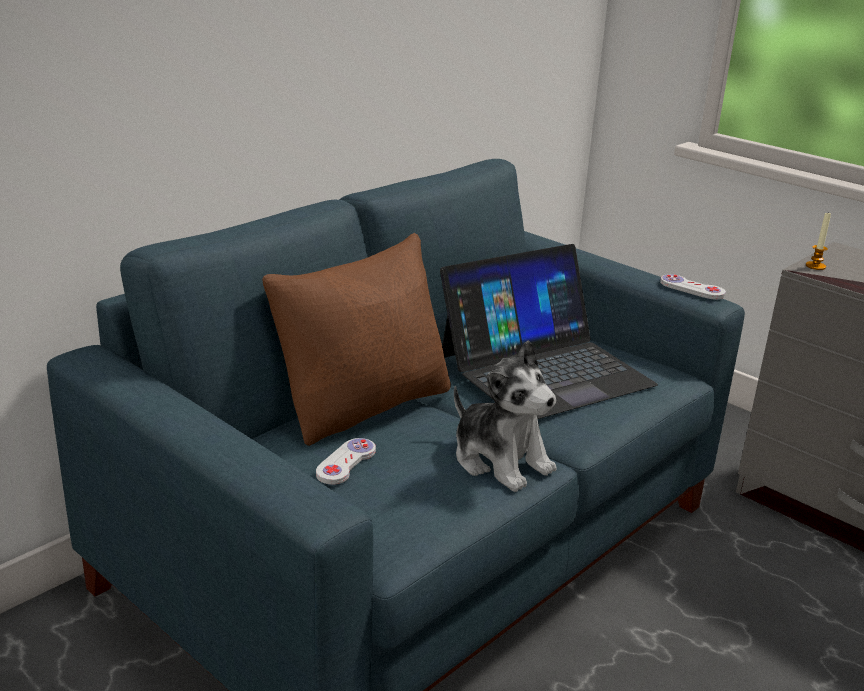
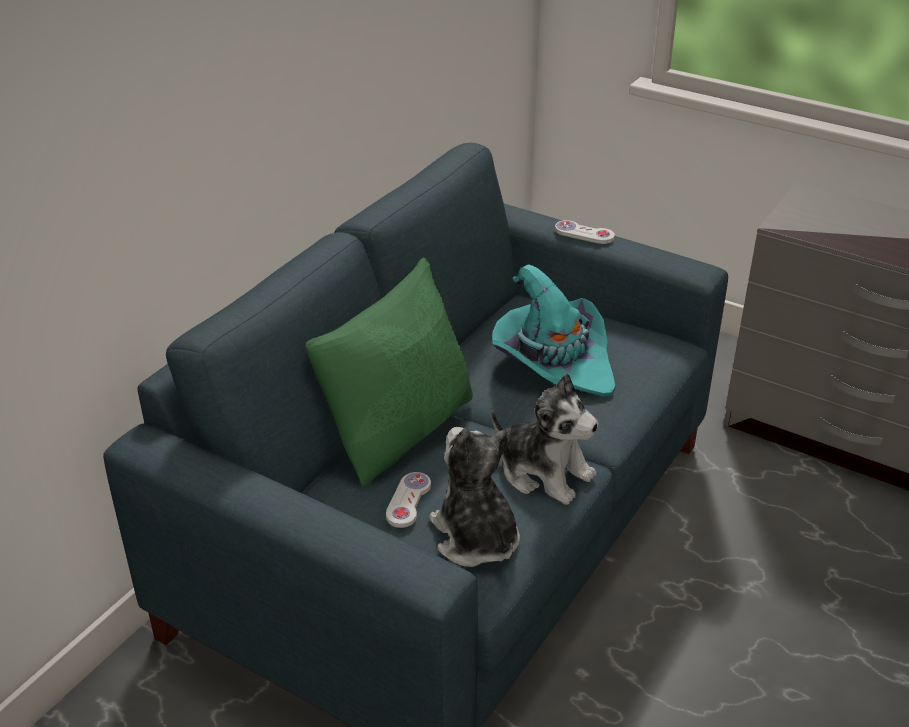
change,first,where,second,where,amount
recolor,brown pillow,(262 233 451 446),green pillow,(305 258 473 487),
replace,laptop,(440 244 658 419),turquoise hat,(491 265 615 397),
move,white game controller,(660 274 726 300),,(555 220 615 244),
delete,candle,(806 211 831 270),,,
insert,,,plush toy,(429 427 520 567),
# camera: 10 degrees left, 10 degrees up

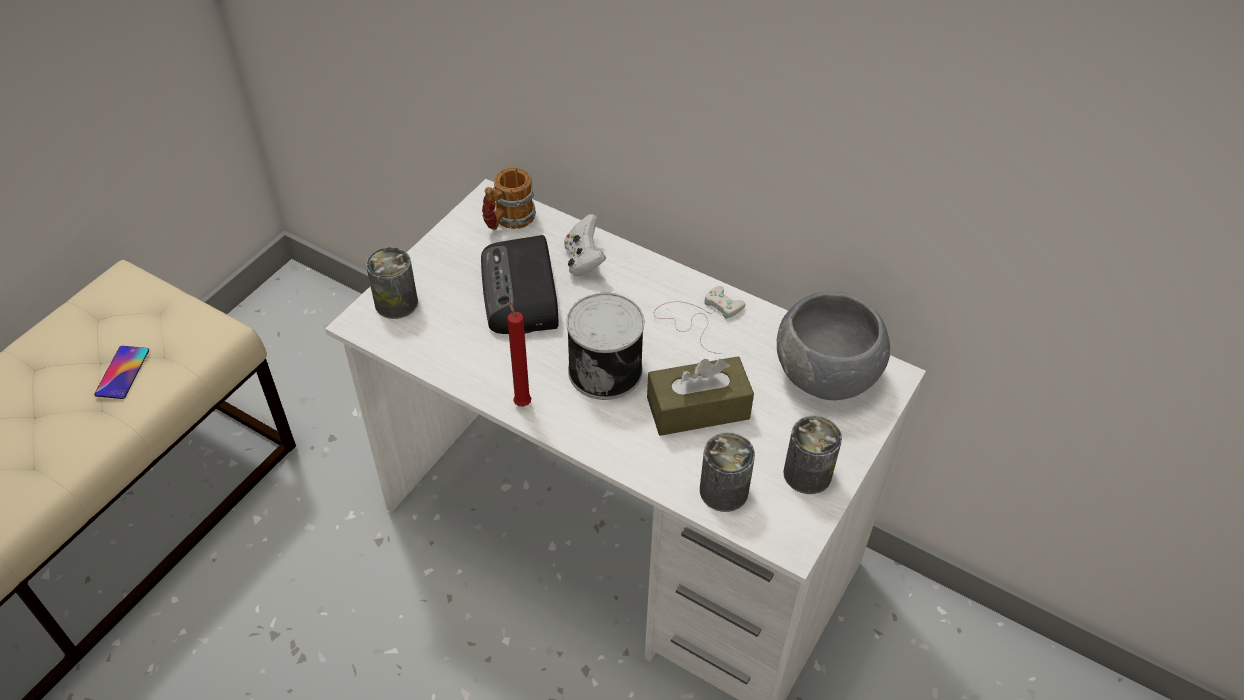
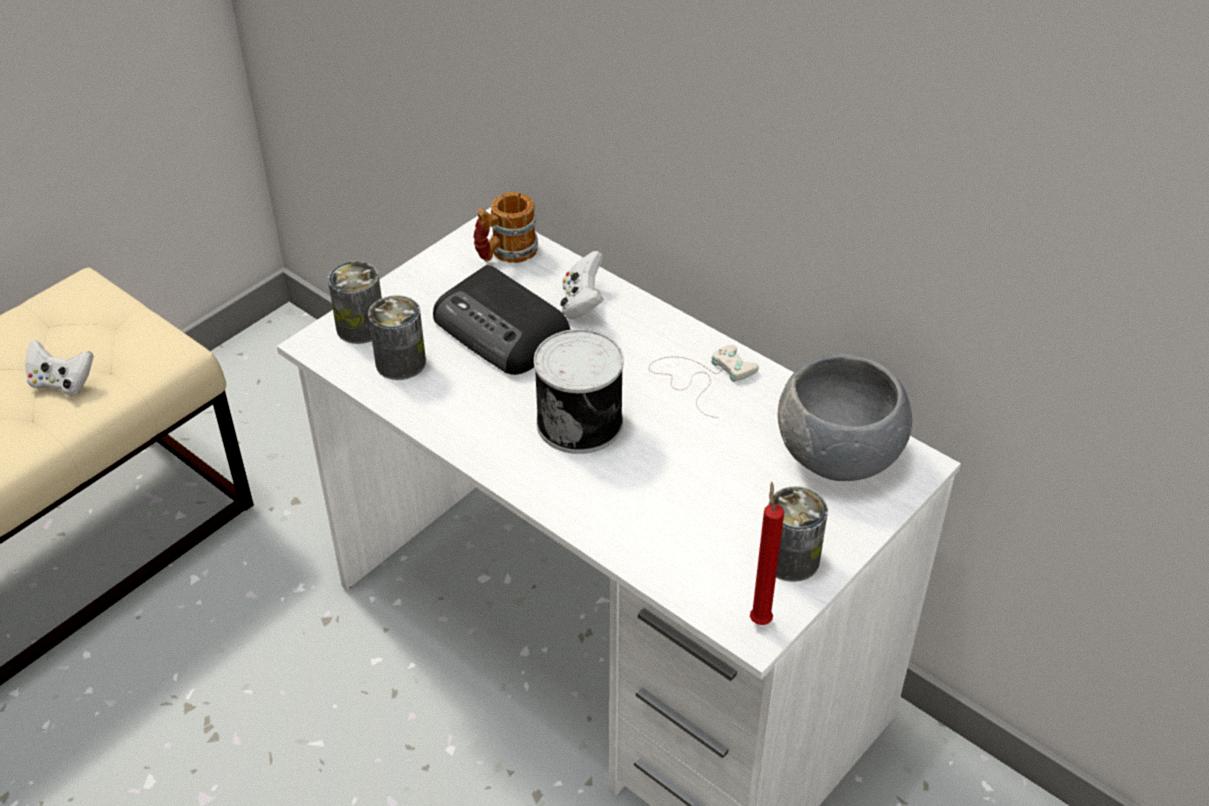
change,first,where,second,where,amount
replace,phone,(94 346 149 399),white game controller,(25 340 94 396),
rotate,radio,(481 235 559 334),,(433 265 570 375),45 degrees counterclockwise
move,red candle,(507 295 531 407),,(750 482 784 625),
delete,brown tissue box,(647 356 754 436),,,
move,can,(700 433 755 512),,(368 295 426 380),
# camera: 10 degrees right, 5 degrees down

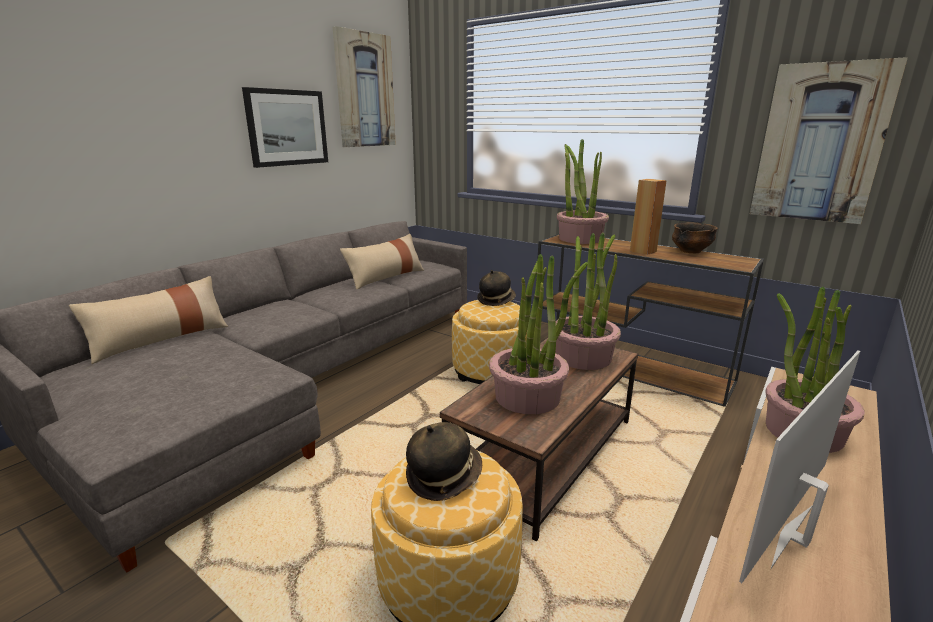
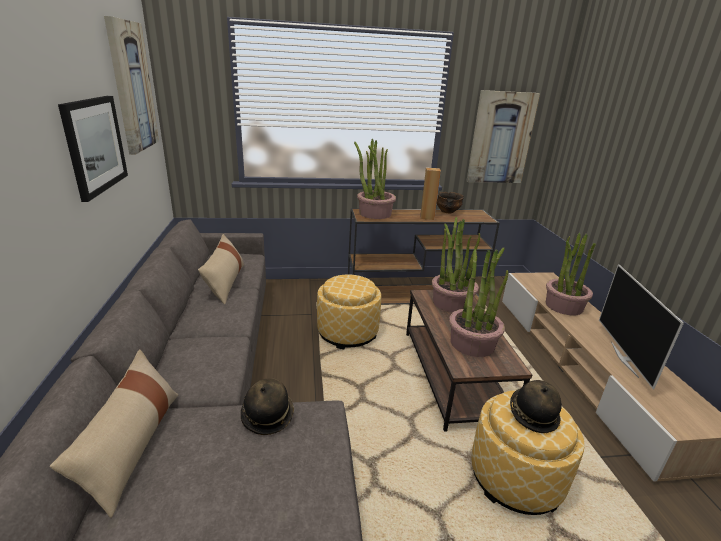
change,first,where,second,where,amount
move,hat,(477 270 516 306),,(241 378 294 435),
# camera: 45 degrees left, 5 degrees up

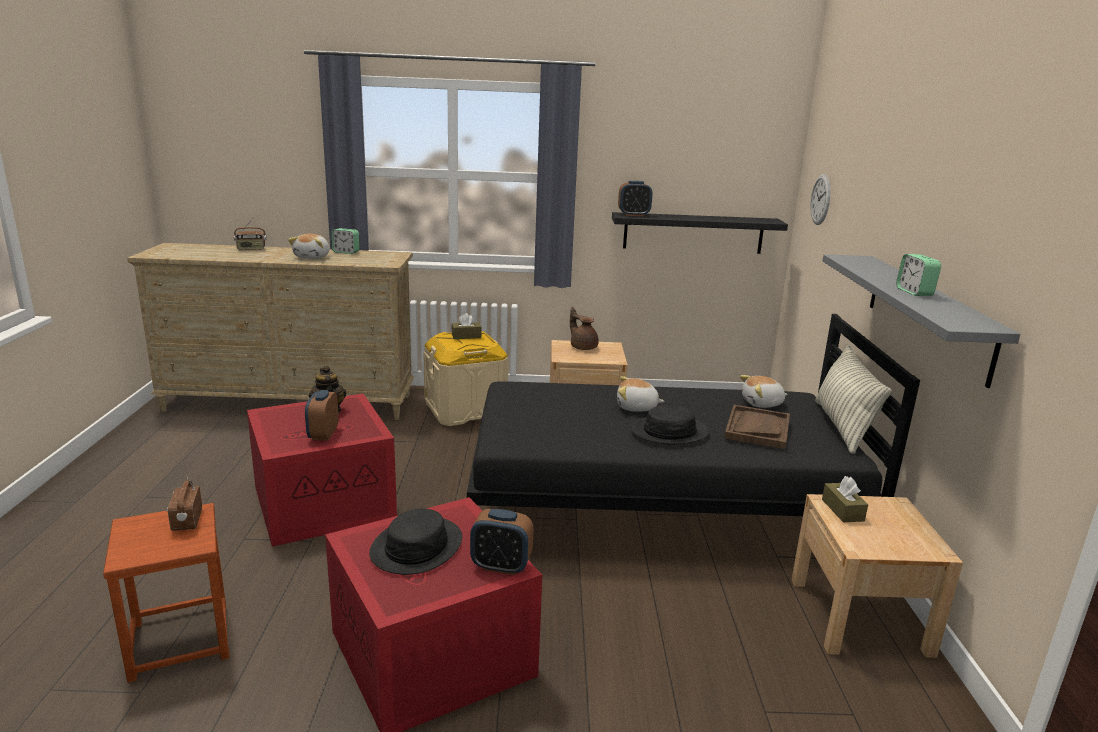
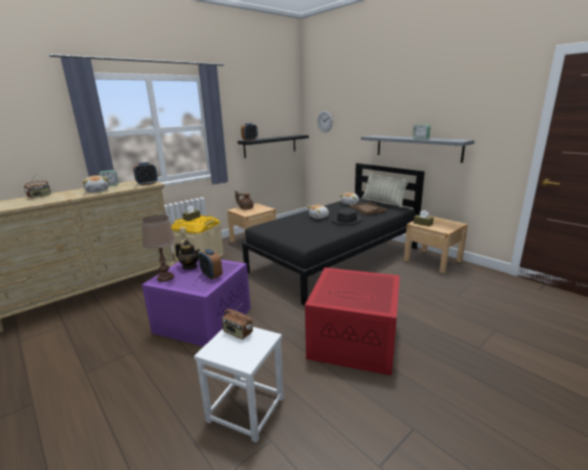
change,first,where,second,where,amount
recolor,brown stool,(103 503 229 683),white stool,(194 327 284 442),
recolor,red storage box,(247 394 397 547),purple storage box,(142 259 251 347),
delete,black hat,(369 508 462 575),,,
move,alarm clock,(470 509 534 575),,(133 162 158 185),
insert,,,brown table lamp,(142 215 176 282),
# camera: 40 degrees left, 0 degrees up

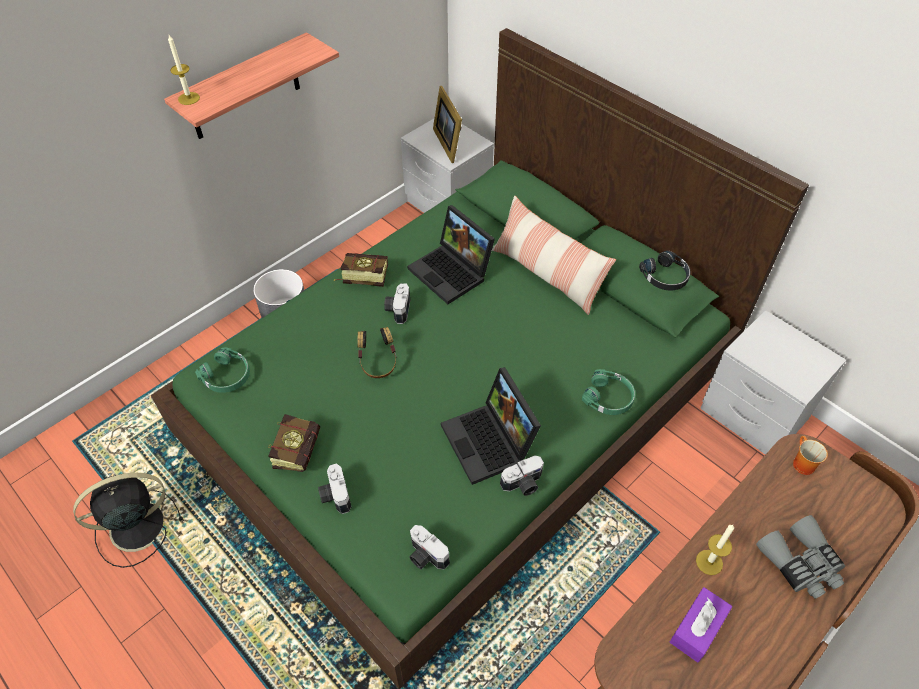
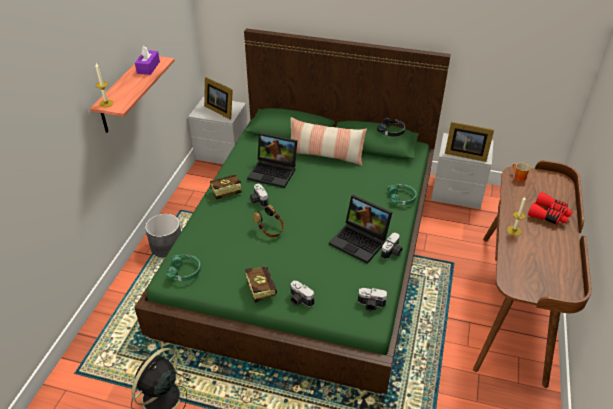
change,first,where,second,where,amount
move,purple tissue box,(670 587 732 663),,(135 46 160 75),
recolor,grey binoculars,(756 515 845 599),red binoculars,(528 192 573 225),
insert,,,picture frame,(445 122 494 162),
# camera: 30 degrees left, 10 degrees down

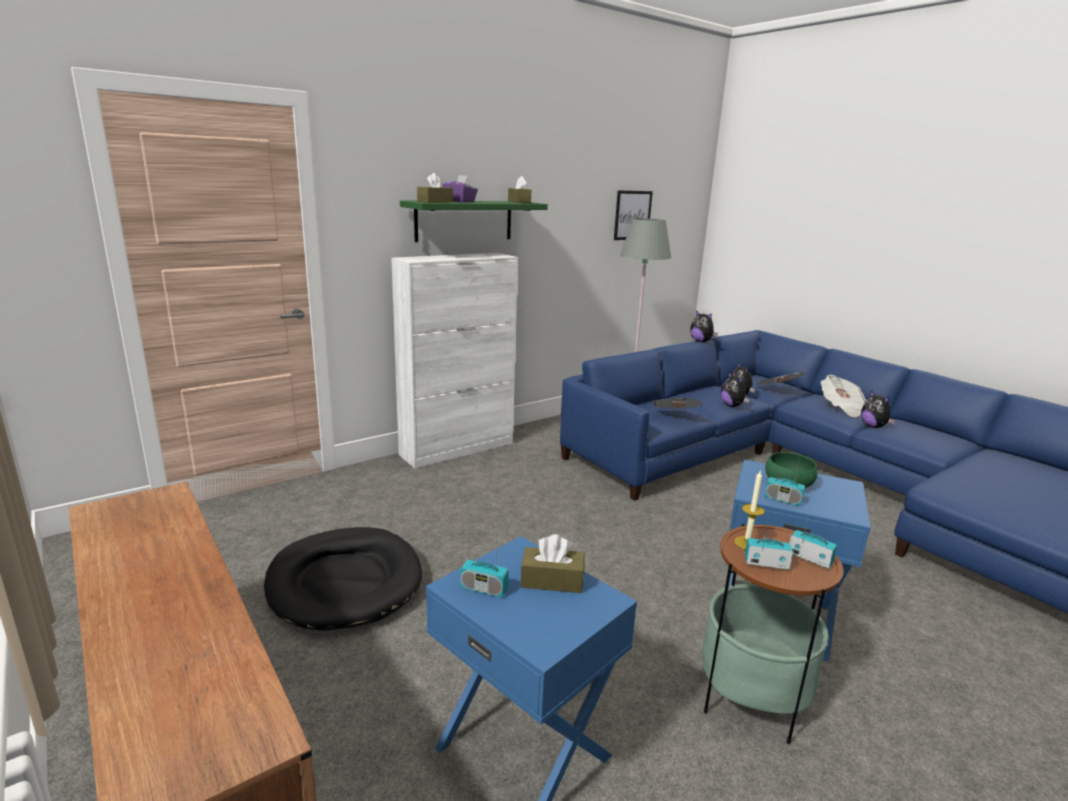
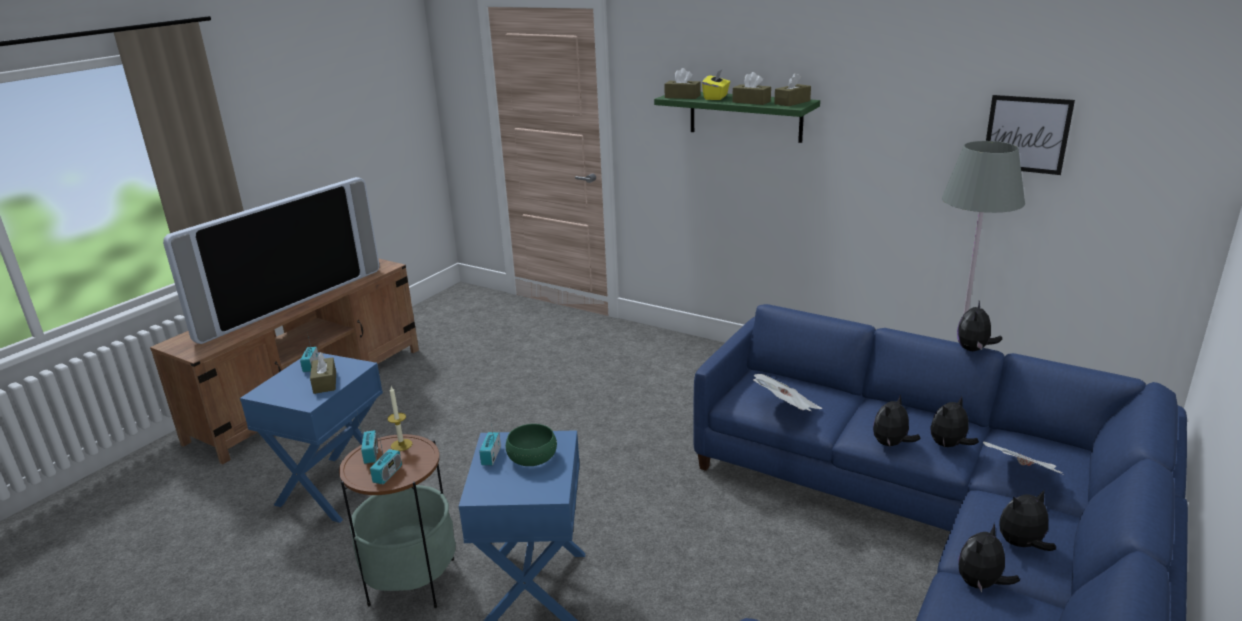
change,first,where,second,where,amount
delete,black dog bed,(264 527 422 631),,,
delete,white cabinet,(391 253 518 468),,,
recolor,purple tissue box,(442 175 478 202),yellow tissue box,(702 70 730 100),
replace,newspaper,(821 375 866 417),plush toy,(1000 490 1056 551),
insert,,,television,(163 177 380 344),
insert,,,brown tissue box,(732 72 771 105),
# camera: 70 degrees right, 5 degrees up

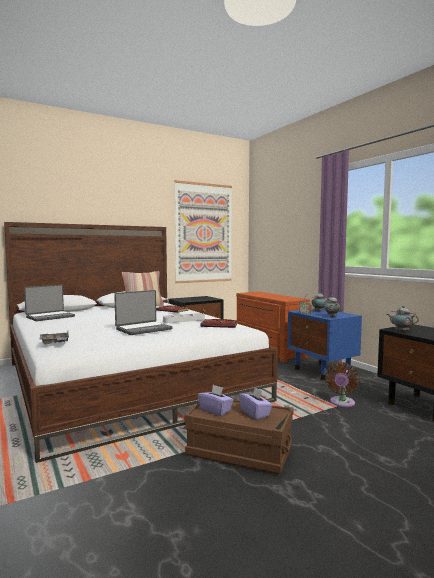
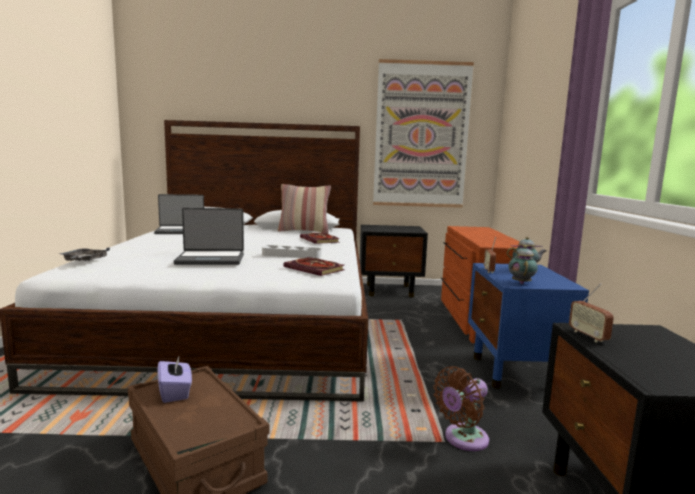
change,first,where,second,where,amount
delete,purple tissue box,(239 387 273 420),,,
replace,teapot,(387 306 419 332),radio,(569 283 614 342),
# camera: 30 degrees right, 5 degrees up

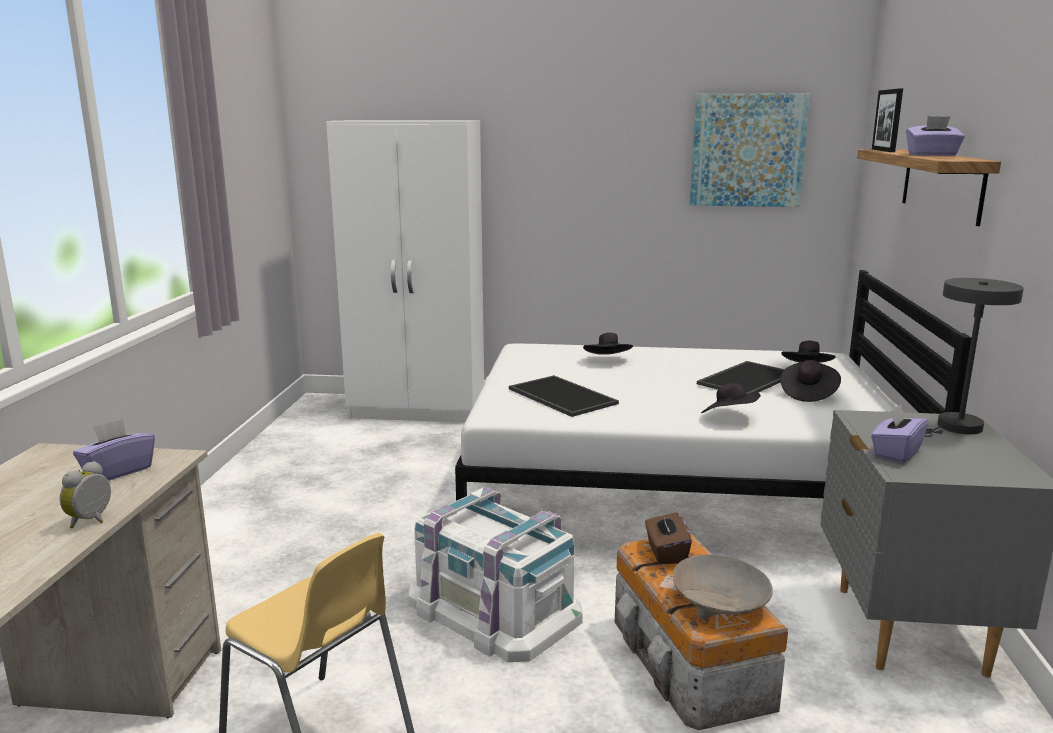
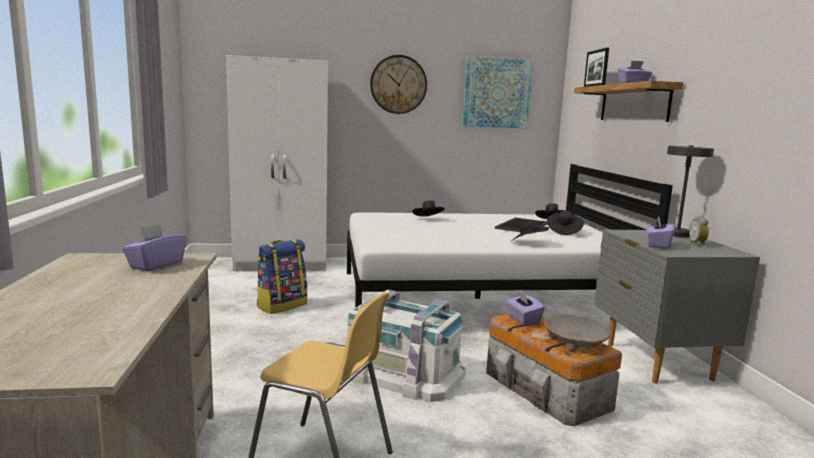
change,first,where,second,where,amount
move,alarm clock,(60 461 111 528),,(689 216 709 247),
delete,tray,(509 375 619 417),,,
recolor,brown tissue box,(645 510 692 564),purple tissue box,(506 291 545 326),
insert,,,backpack,(257 239 307 314),
insert,,,wall clock,(370 55 427 114),
# camera: 15 degrees left, 5 degrees down

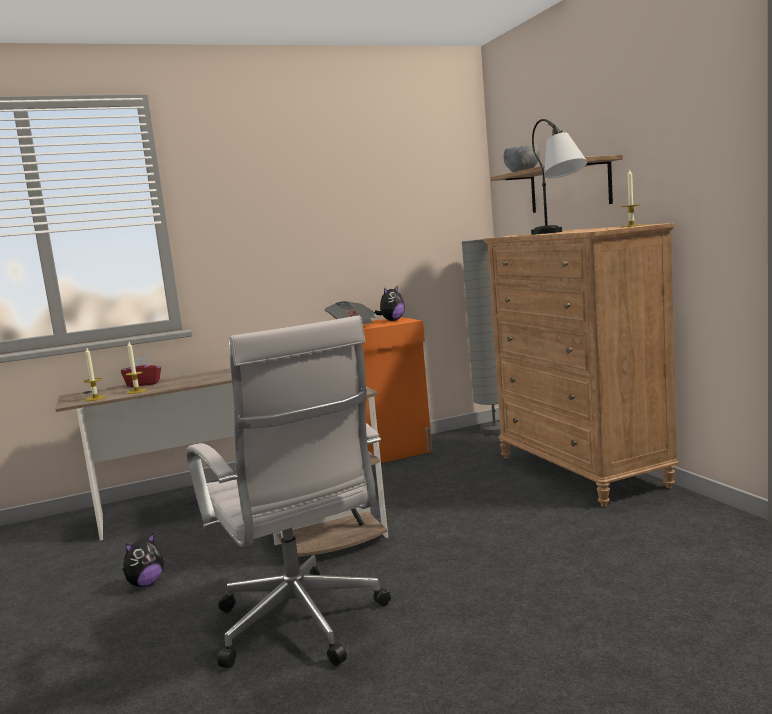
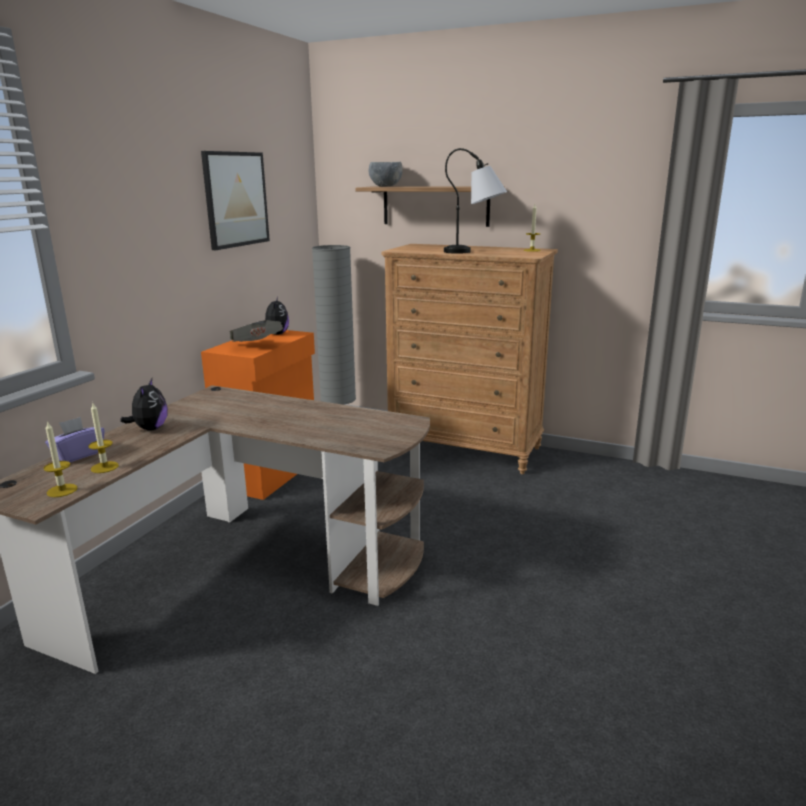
change,first,where,second,where,amount
recolor,red tissue box,(121 356 161 387),purple tissue box,(45 417 105 462),
move,plush toy,(123 533 164 587),,(120 378 168 431),
delete,white office chair,(186 316 391 668),,,
insert,,,picture,(201 151 270 250),
# camera: 45 degrees left, 10 degrees up

